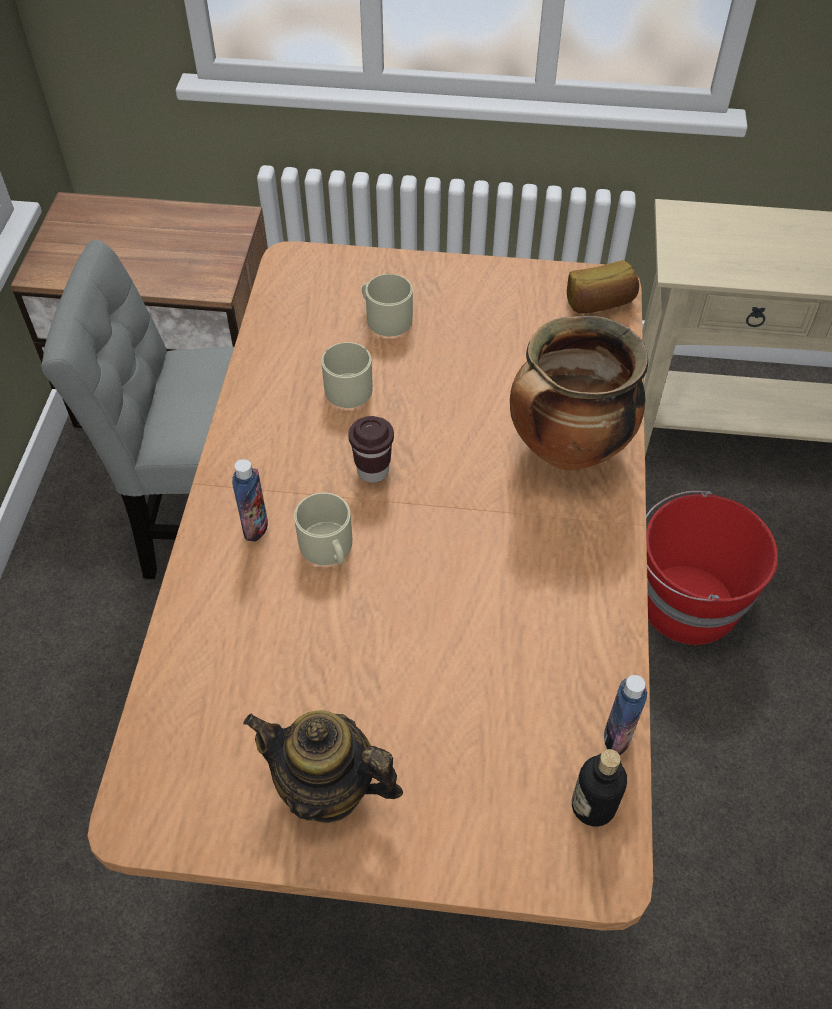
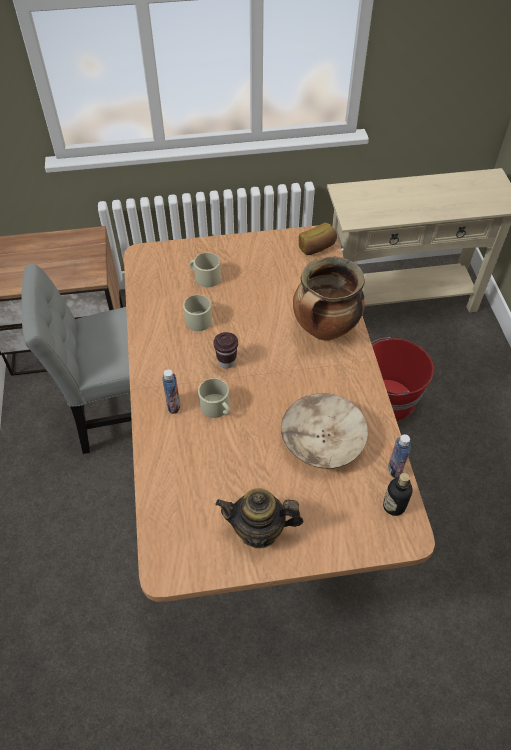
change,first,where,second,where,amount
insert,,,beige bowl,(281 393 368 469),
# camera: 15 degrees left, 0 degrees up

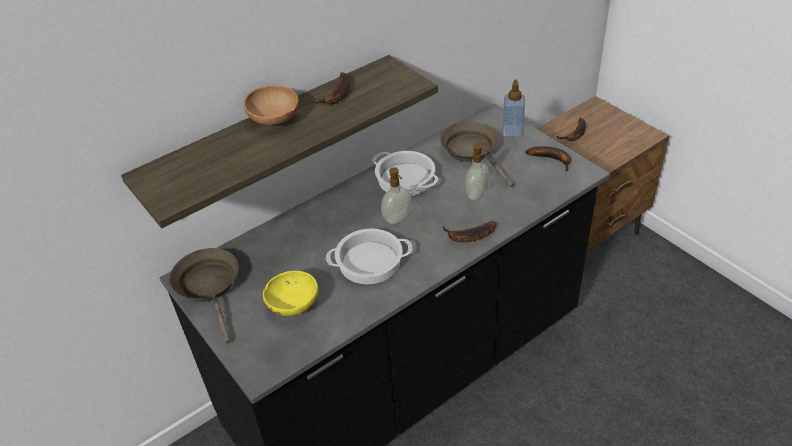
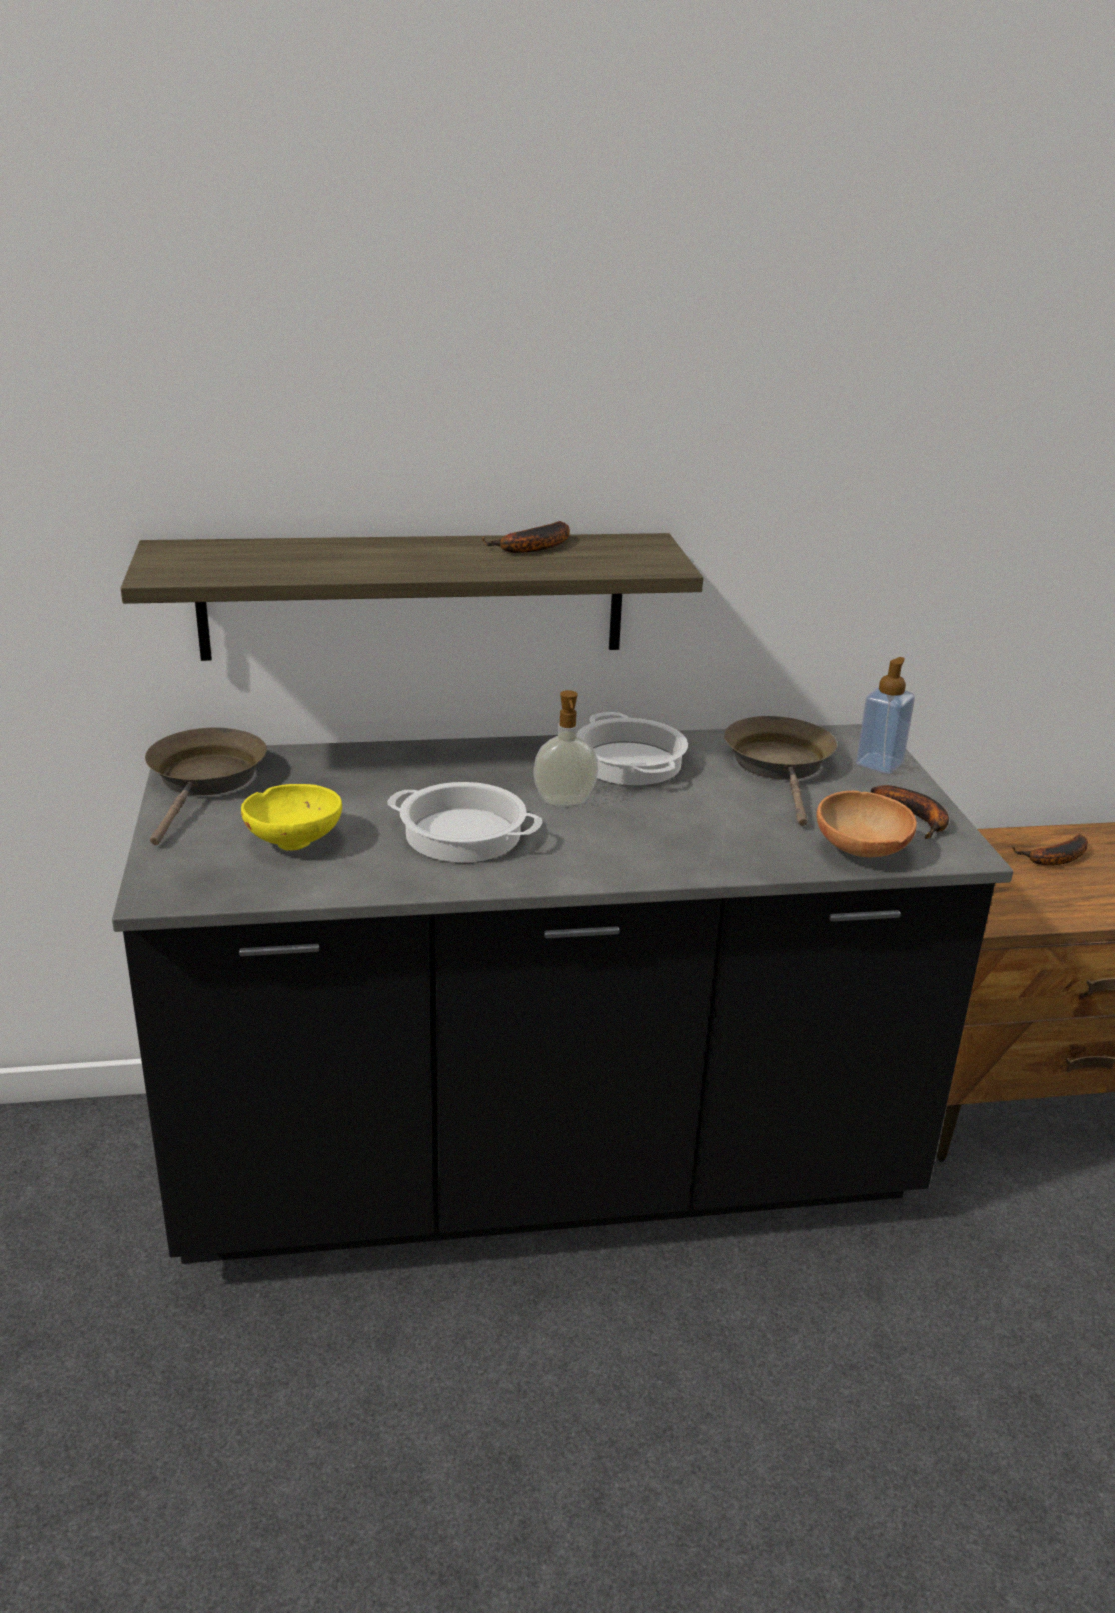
change,first,where,second,where,amount
move,brown bowl,(243 85 299 125),,(817 791 917 857),
delete,banana,(443 221 496 242),,,
delete,soap dispenser,(465 143 489 201),,,
# camera: 25 degrees right, 15 degrees down

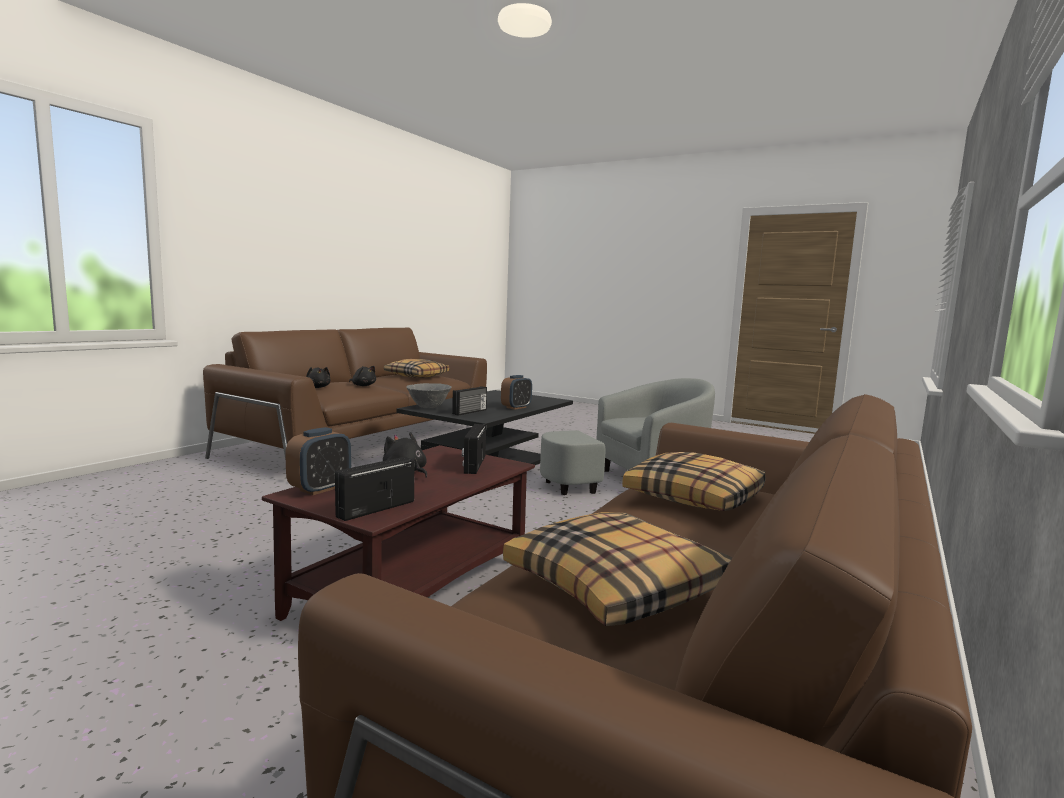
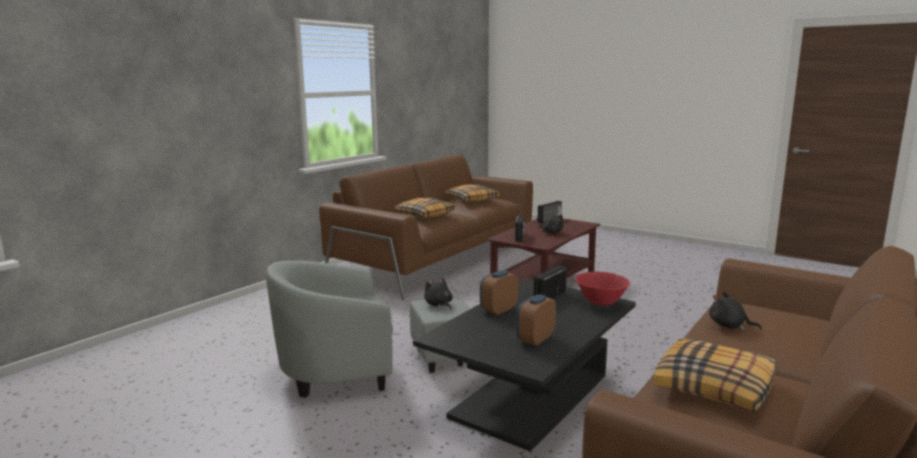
change,first,where,second,where,amount
move,alarm clock,(285 427 351 495),,(516 294 556 346),
move,black plush toy,(306 367 331 388),,(424 278 453 310),
recolor,grey bowl,(406 383 452 408),red bowl,(575 272 630 306),
# camera: 175 degrees left, 5 degrees up

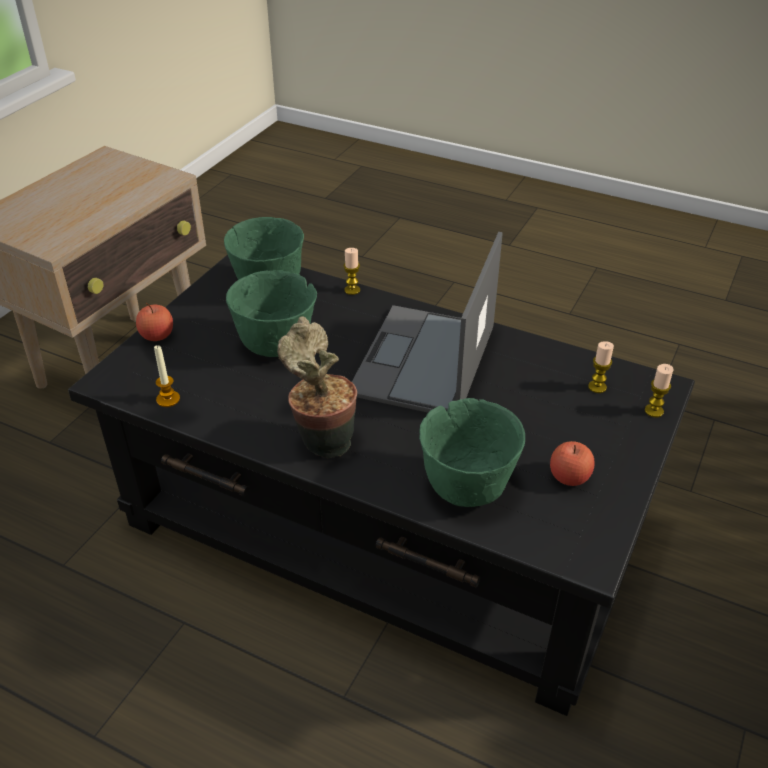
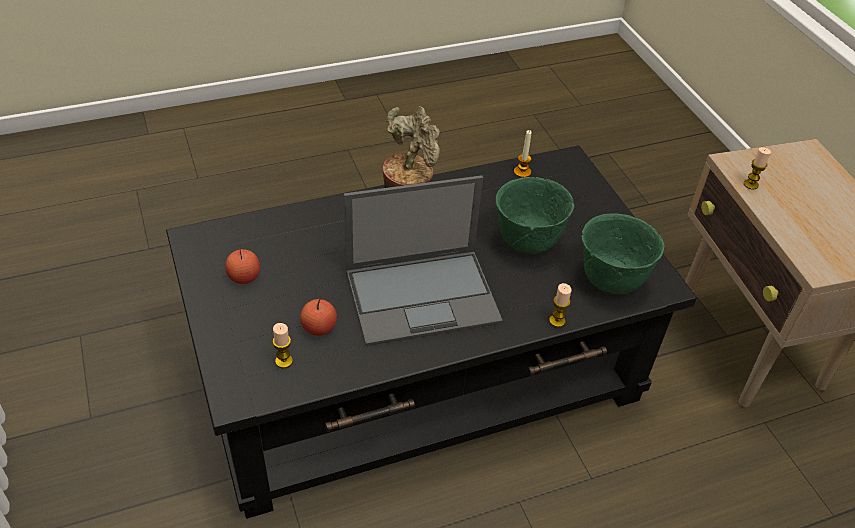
change,first,where,second,where,amount
move,apple,(136 303 173 341),,(300 299 337 336),
rotate,laptop,(352 232 503 413),,(344 175 503 346),105 degrees clockwise
delete,green bowl,(419 398 525 507),,,
move,candle,(645 364 674 417),,(744 147 771 189),
# camera: 130 degrees right, 5 degrees up

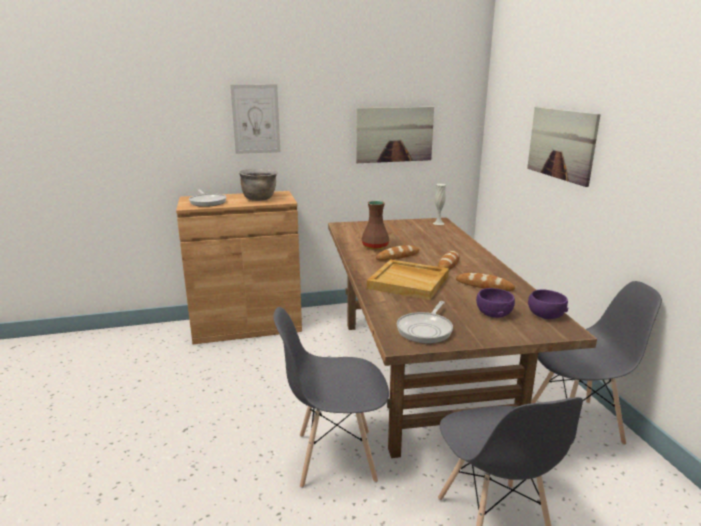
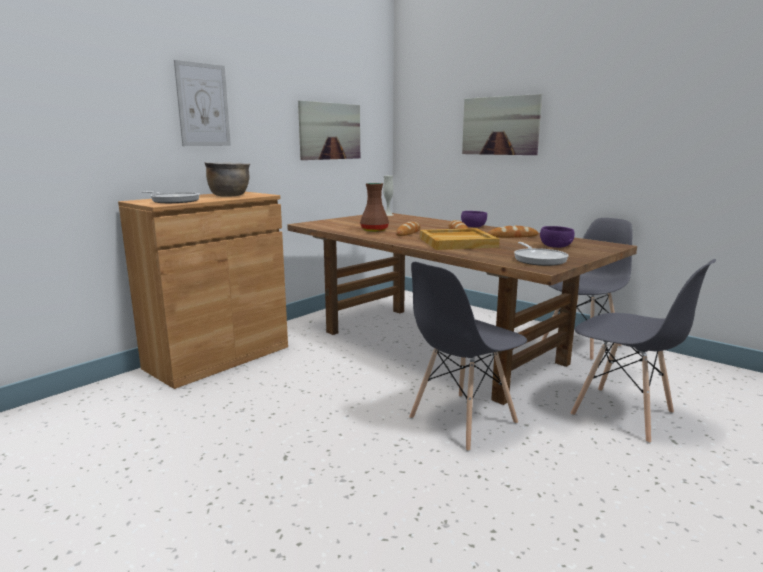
change,first,where,second,where,amount
move,purple bowl,(528 289 569 319),,(461 211 487 227),
# camera: 35 degrees left, 5 degrees down

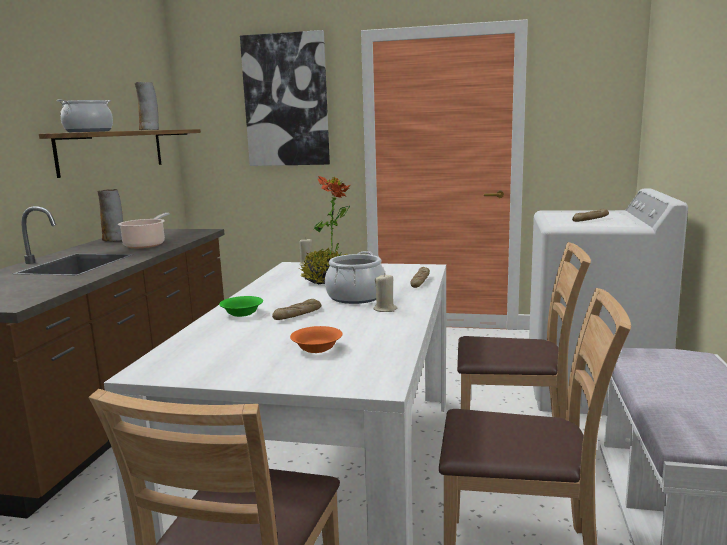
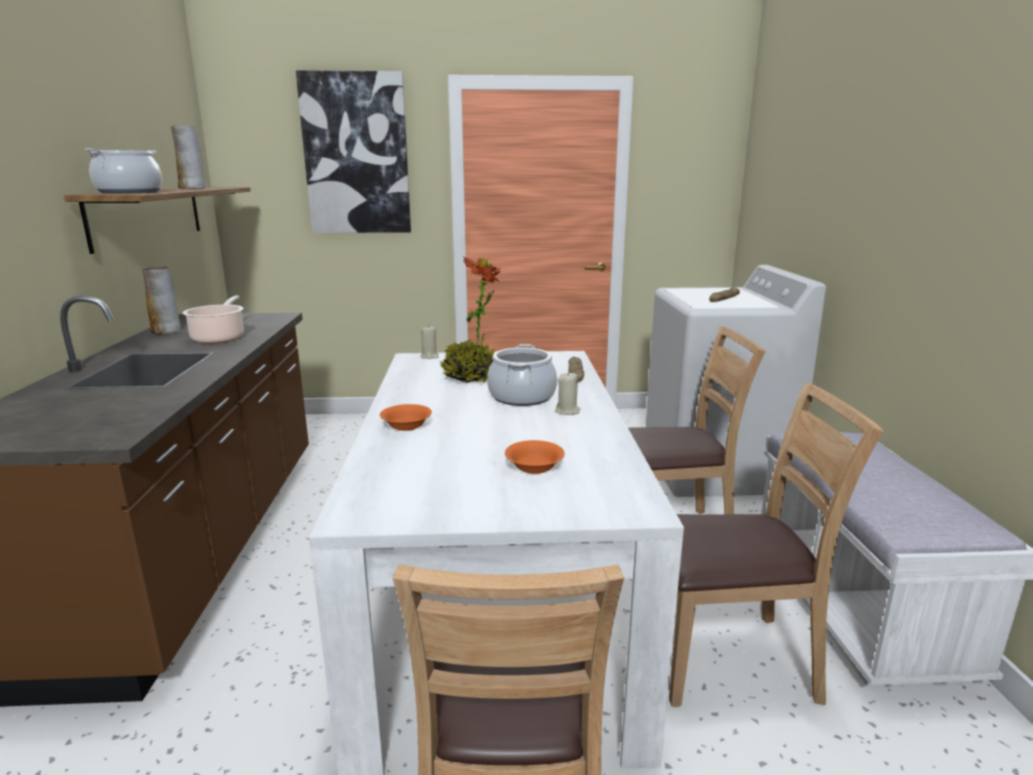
change,first,where,second,where,amount
recolor,green bowl,(219 296 263 317),orange bowl,(380 404 432 431),
delete,bread,(272 299 321 320),,,
# camera: 15 degrees left, 5 degrees up

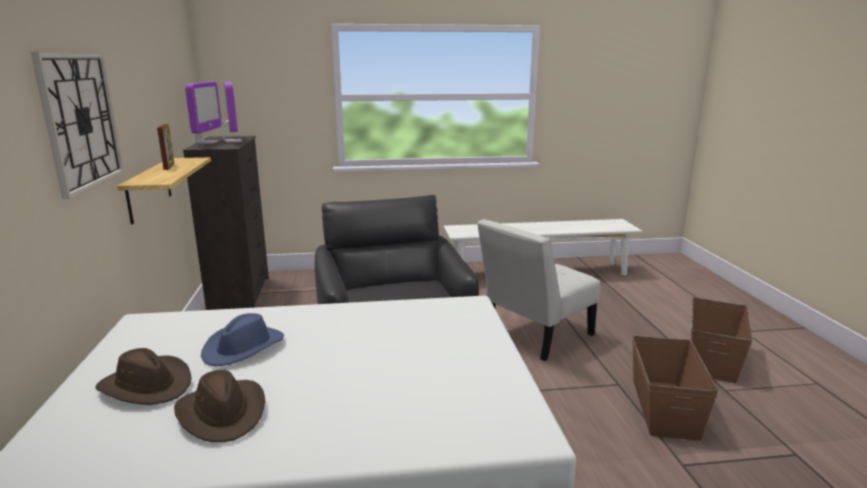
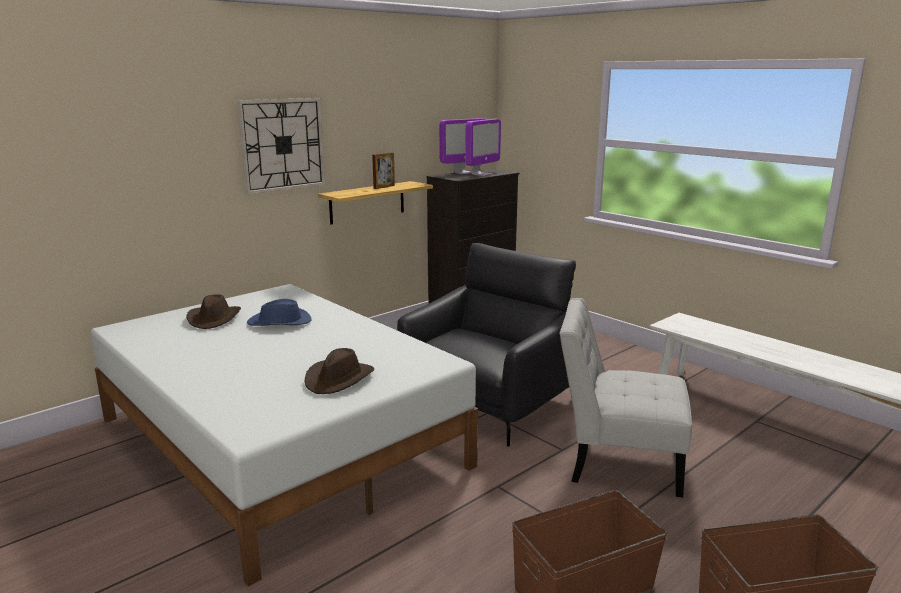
change,first,where,second,where,amount
move,brown hat,(174 370 266 442),,(304 348 374 394),
# camera: 55 degrees right, 0 degrees up

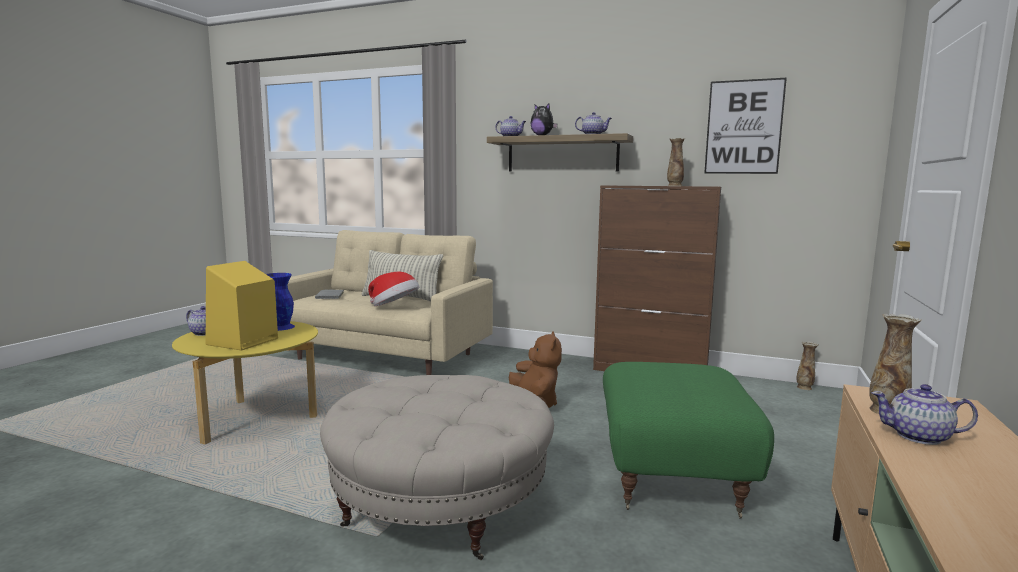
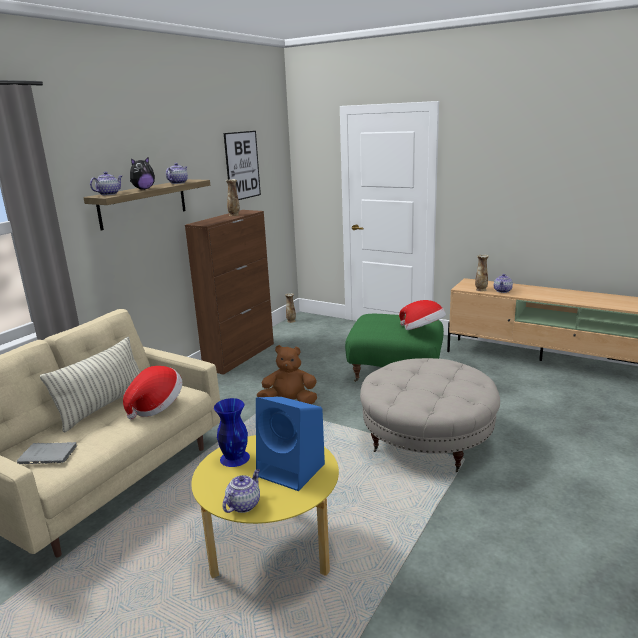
change,first,where,second,where,amount
recolor,yellow speaker,(206 261 278 351),blue speaker,(256 397 325 491),
insert,,,hat,(399 300 446 330),
# camera: 80 degrees left, 10 degrees up

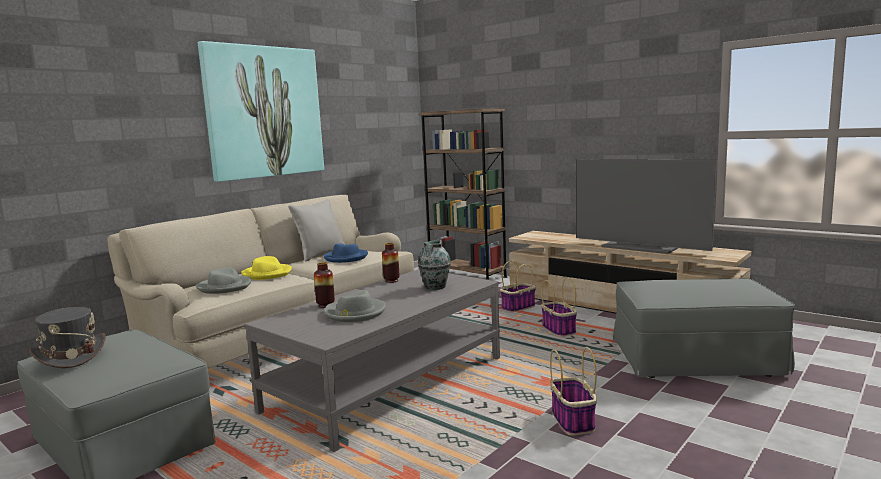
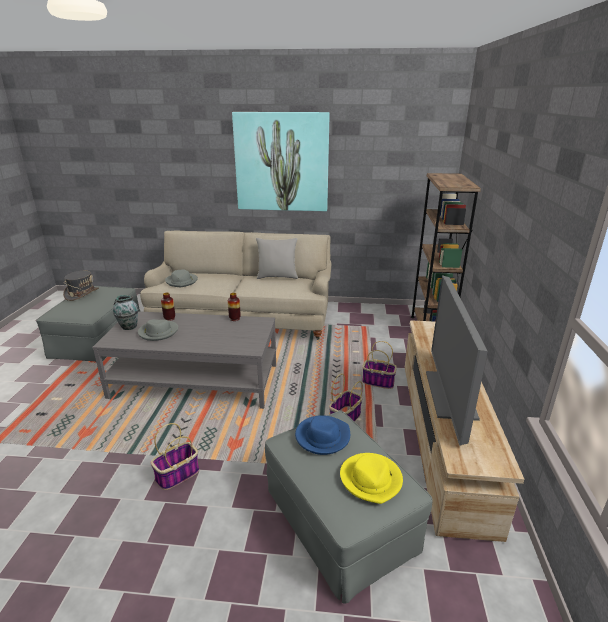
change,first,where,second,where,amount
move,yellow hat,(241 256 292 280),,(340 453 403 504),
move,blue hat,(324 243 368 263),,(295 415 350 455),
move,vase,(418 240 451 290),,(113 295 138 330),
# camera: 55 degrees right, 15 degrees up

